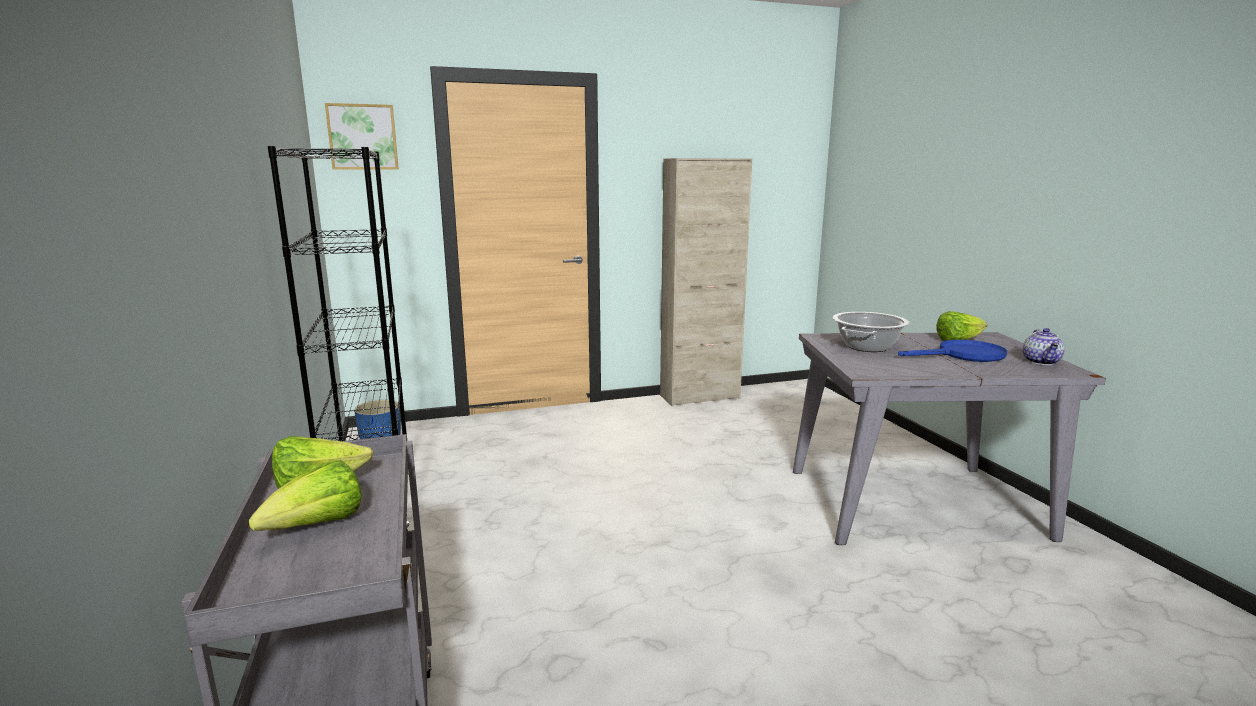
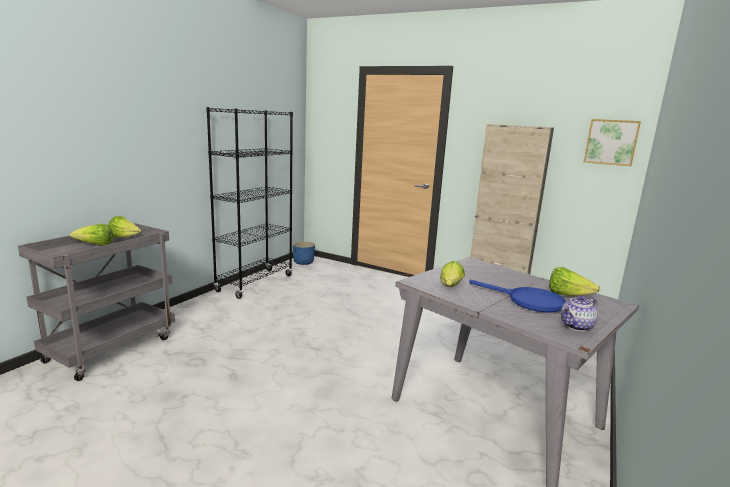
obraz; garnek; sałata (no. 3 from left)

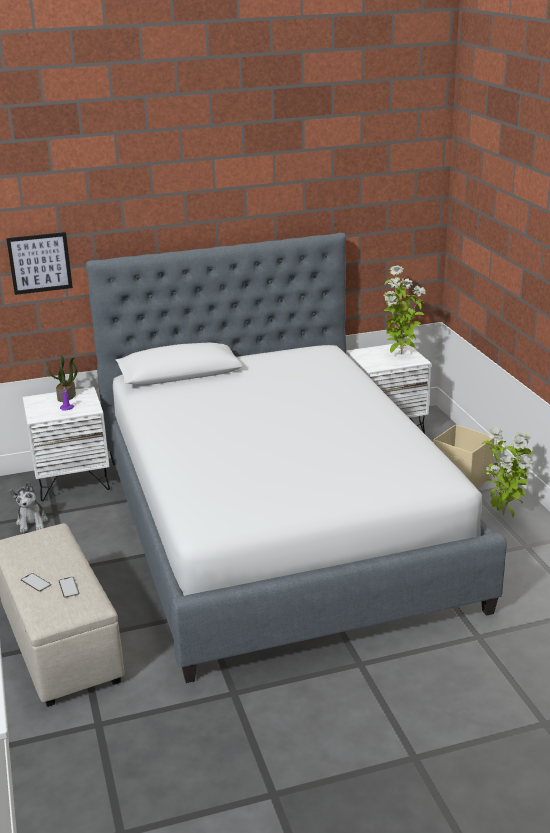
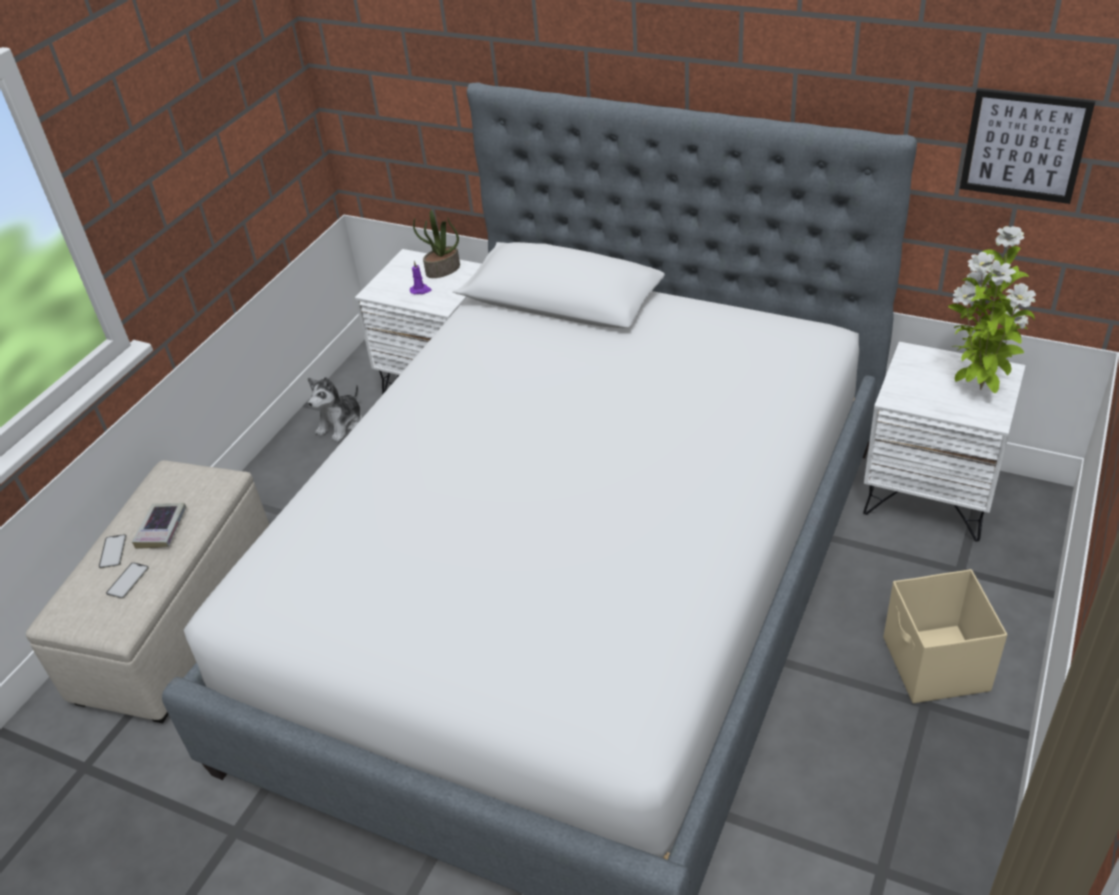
obraz; roślina doniczkowa (no. 3 from left in the first image); książka

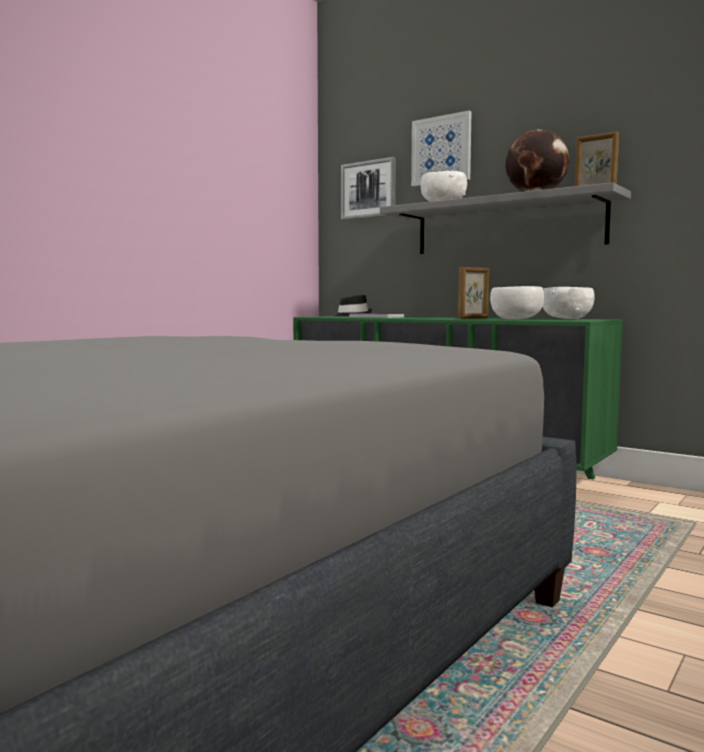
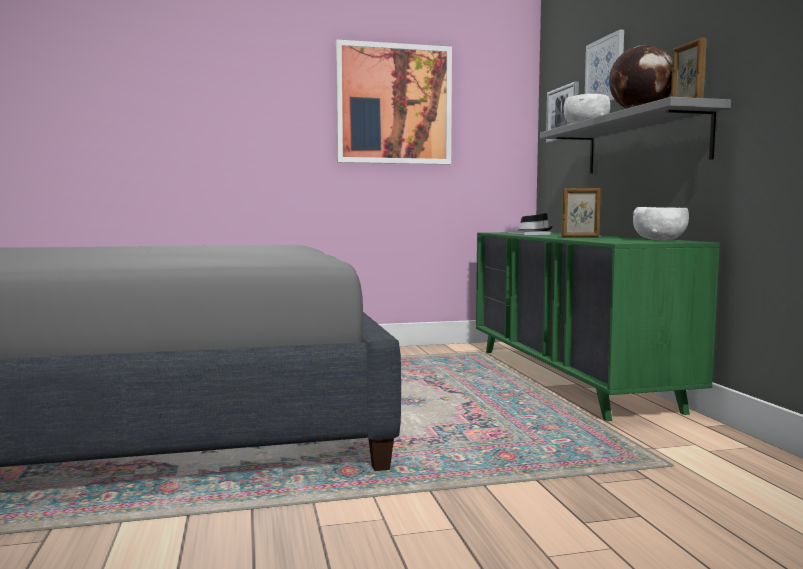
miska [biały] (no. 2 from left in the first image); obraz (no. 1 from left)

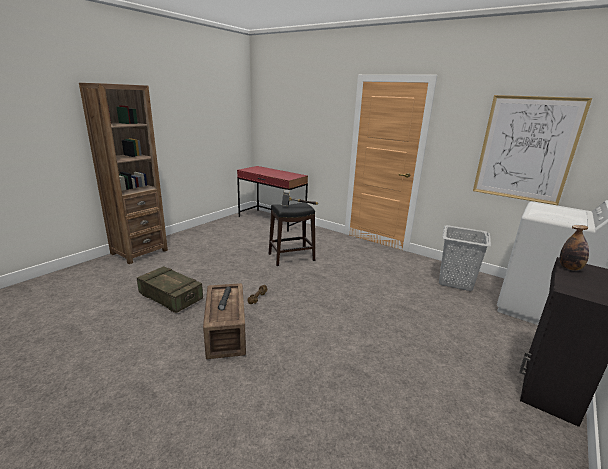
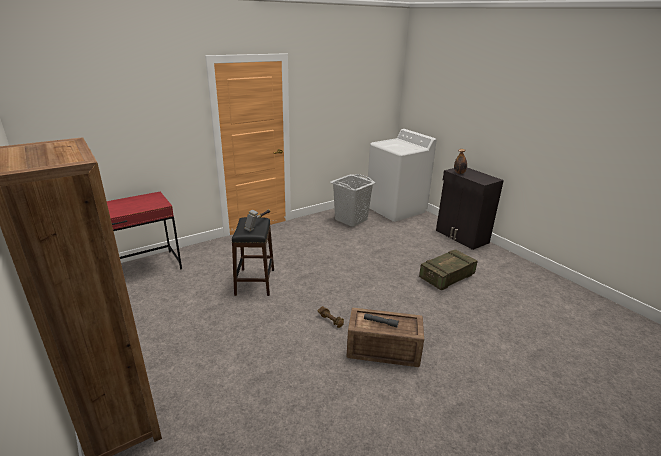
skrzynka (no. 2 from left); obraz

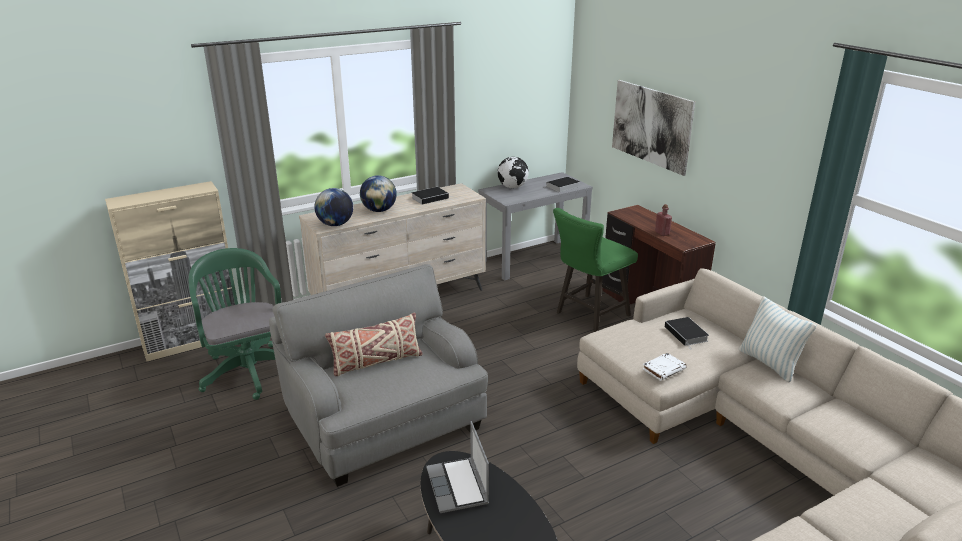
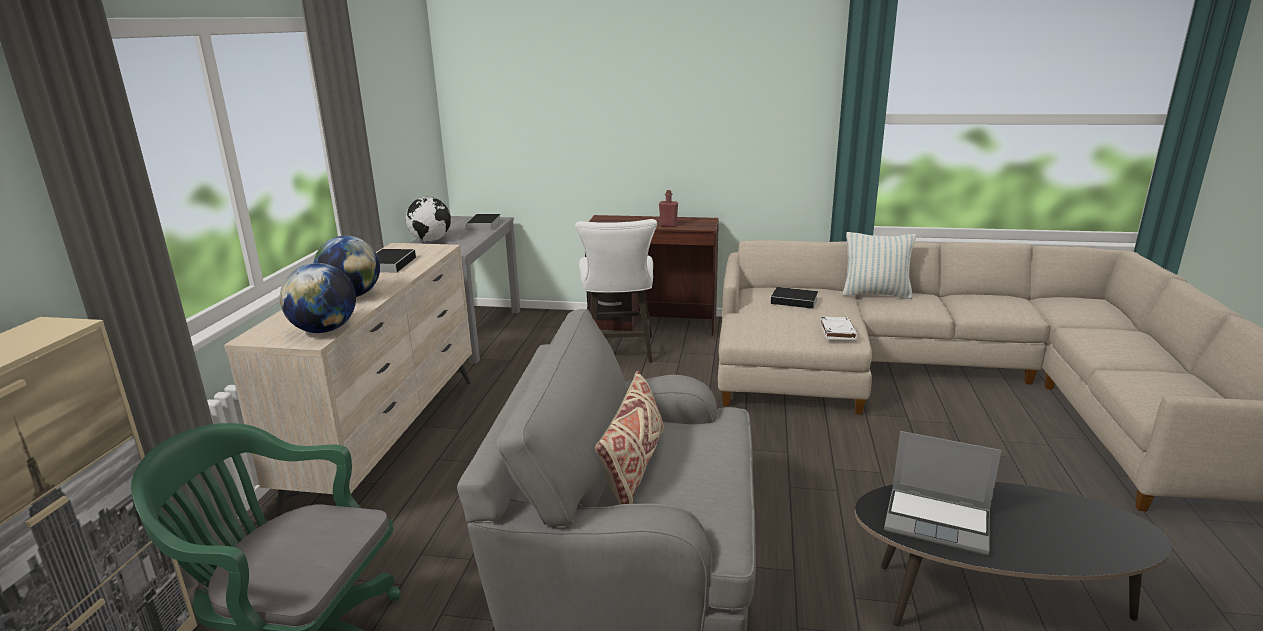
stołek [biały]; obraz

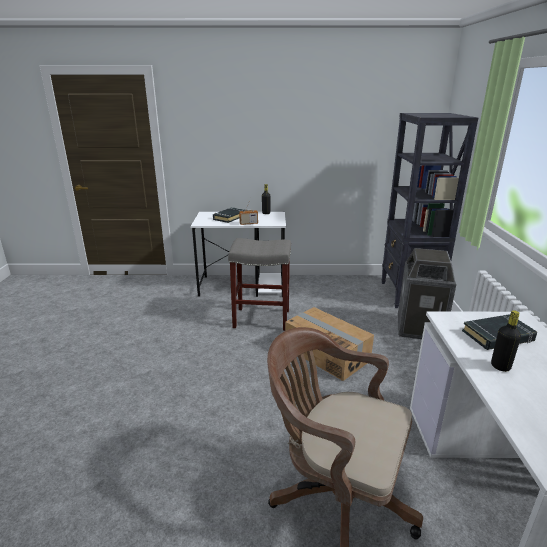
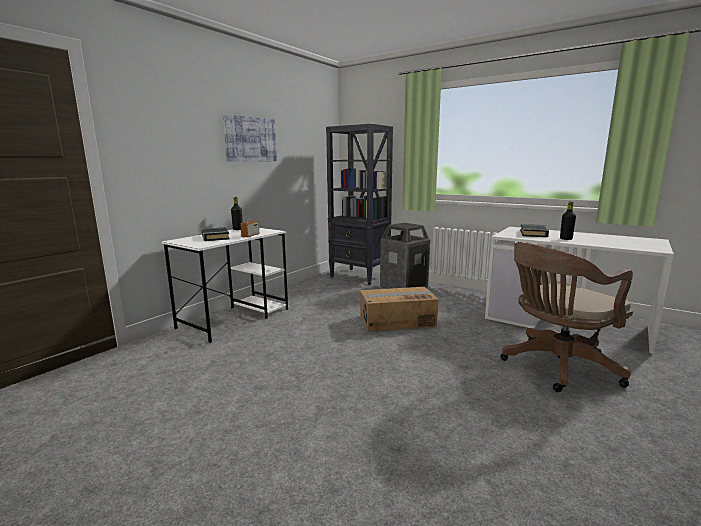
stołek [szary]; obraz

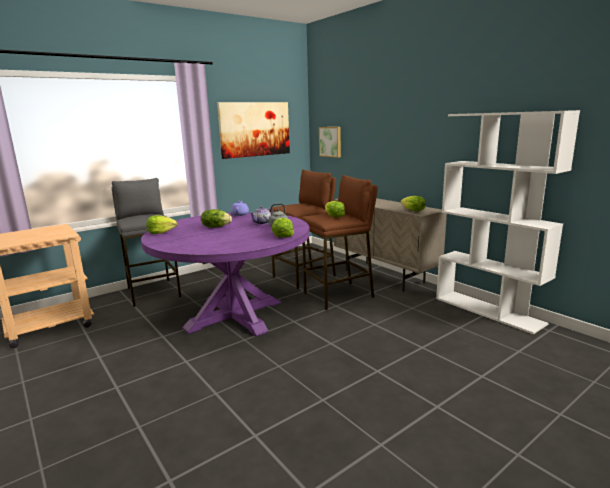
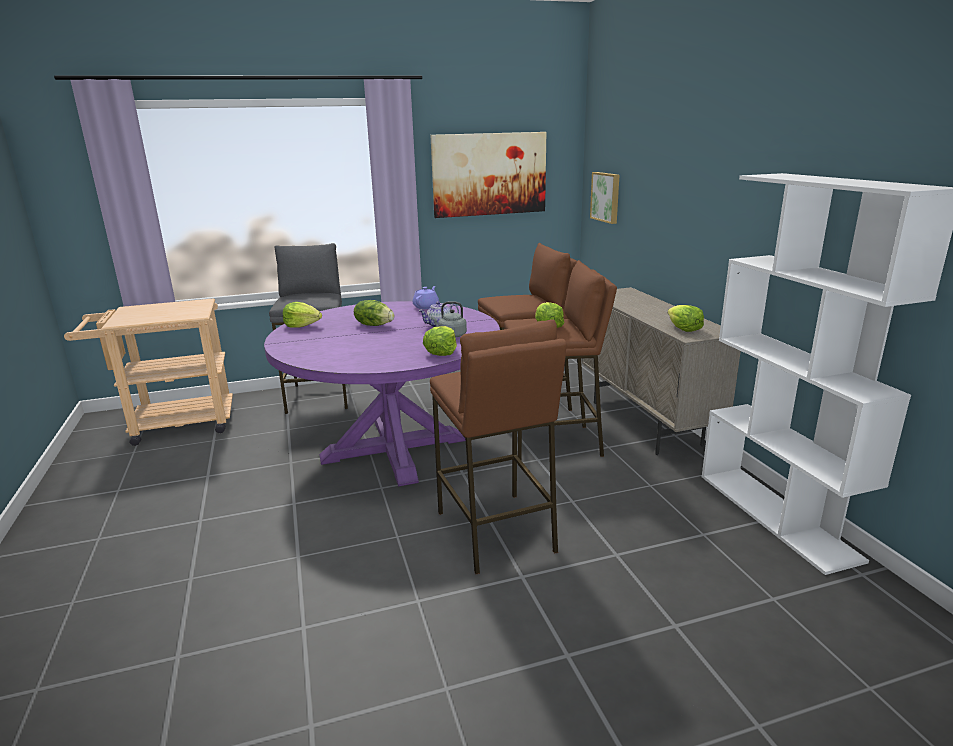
stołek [brązowy] (no. 1 from left)

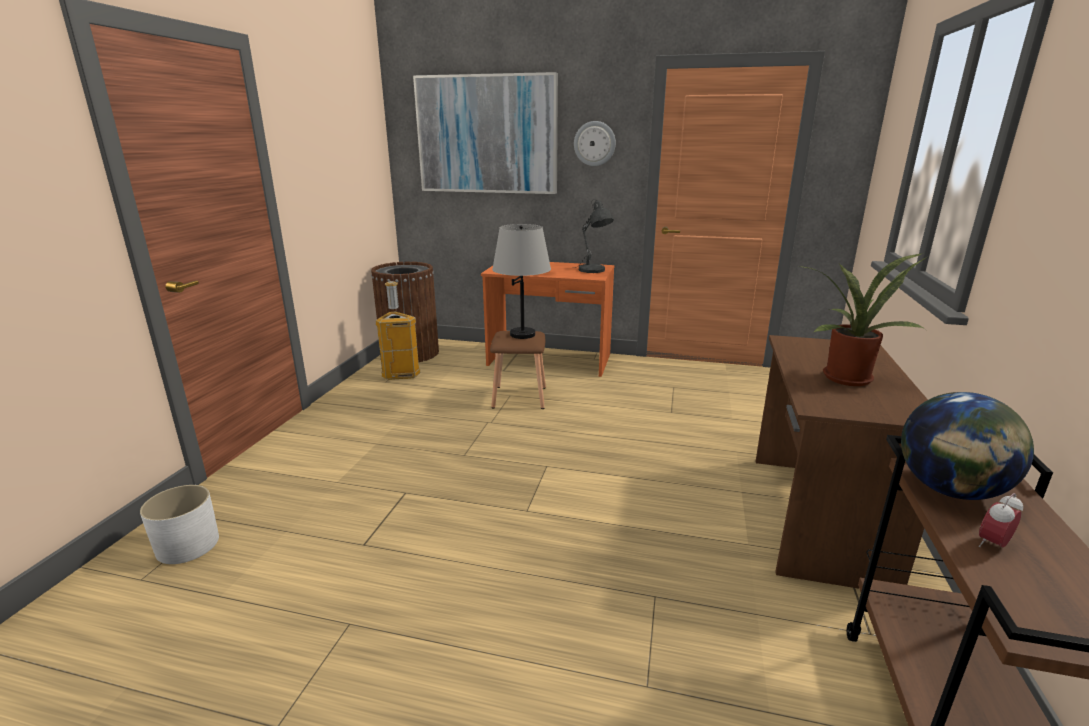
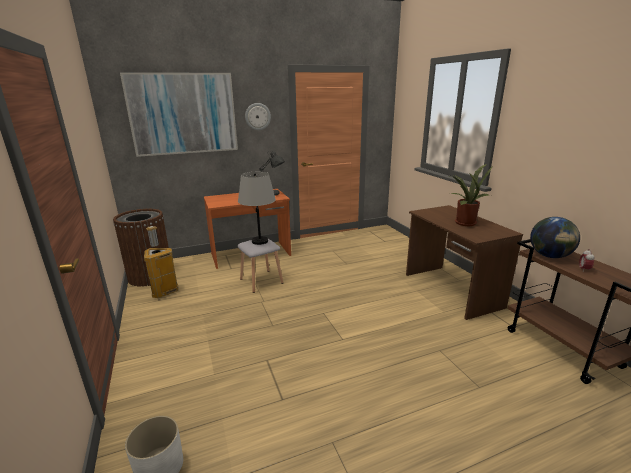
stołek [szary]

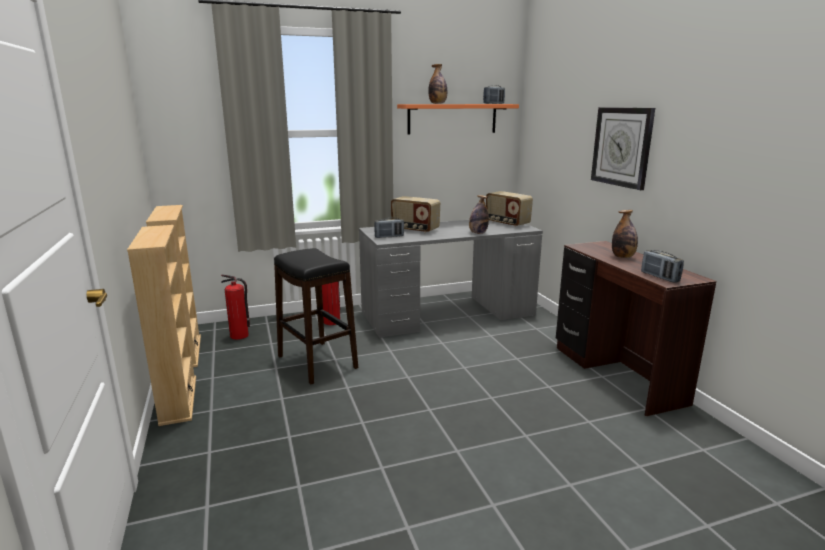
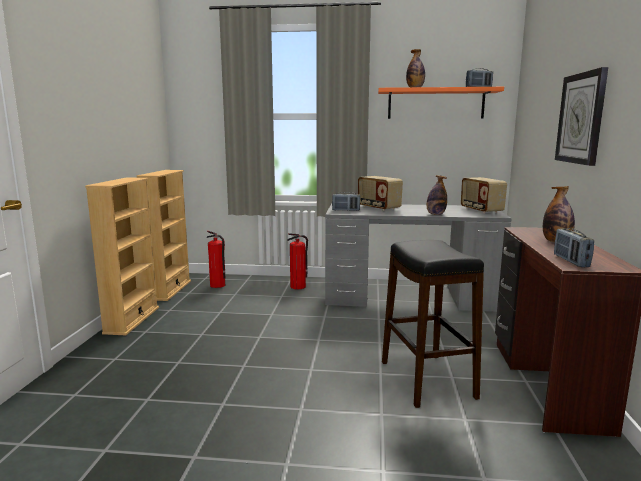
stołek [czarny]

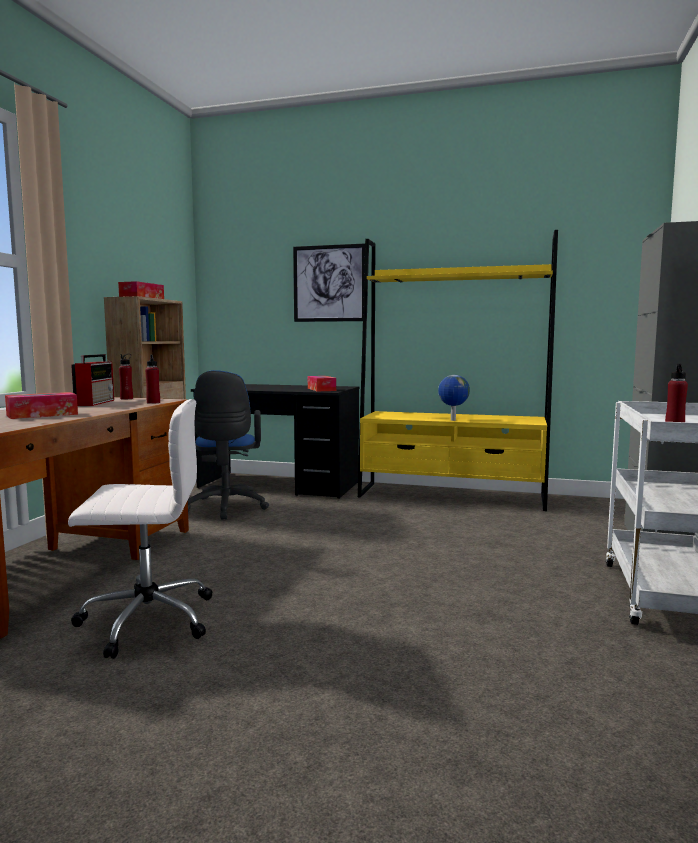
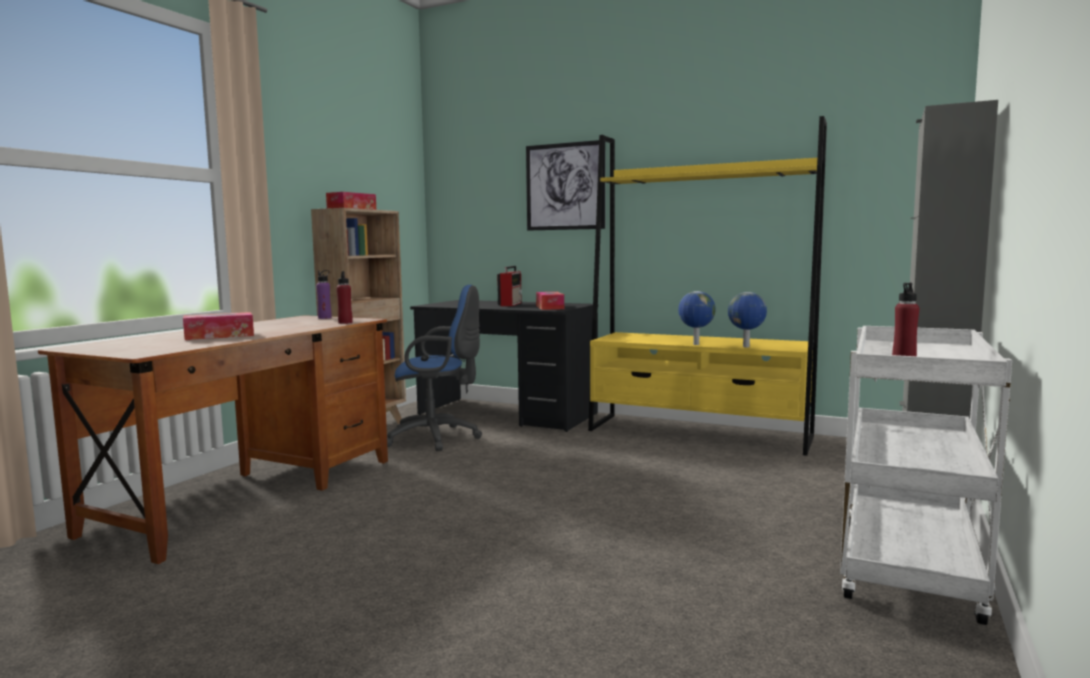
krzesło biurowe [biały]; radio; butelka [fioletowy]; krzesło biurowe [niebieski]; globus (no. 2 from left)

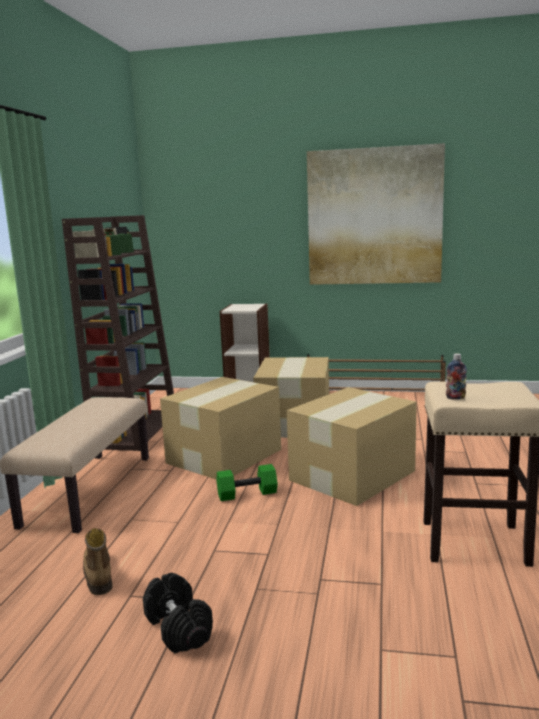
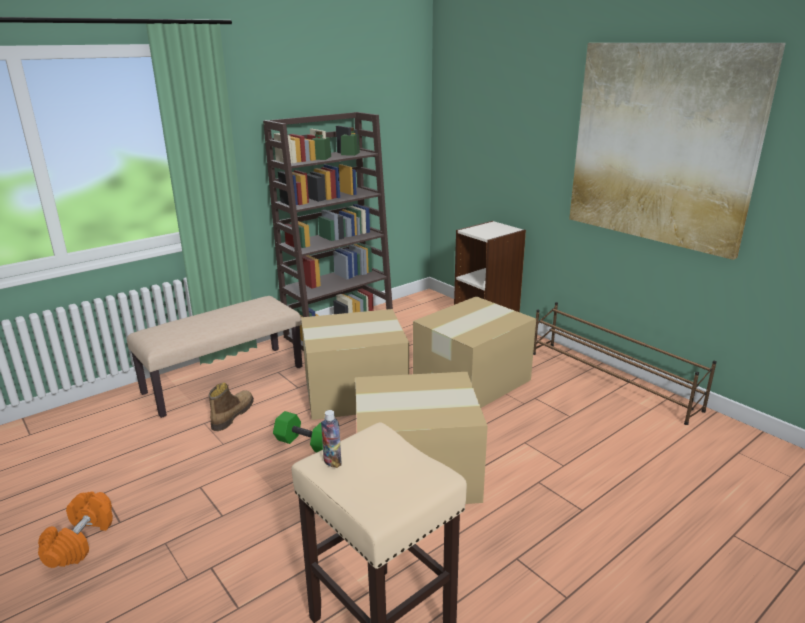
but z cholewką; hantel [pomarańczowy]

